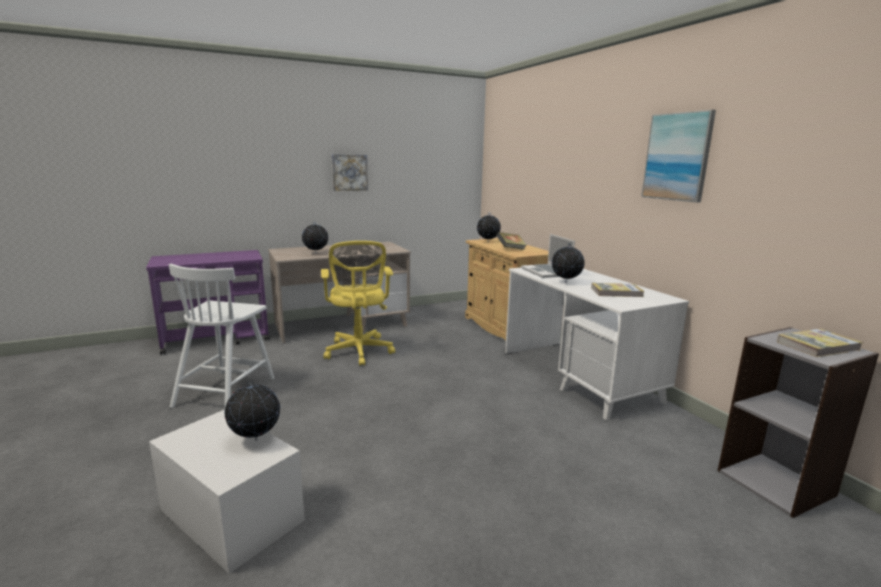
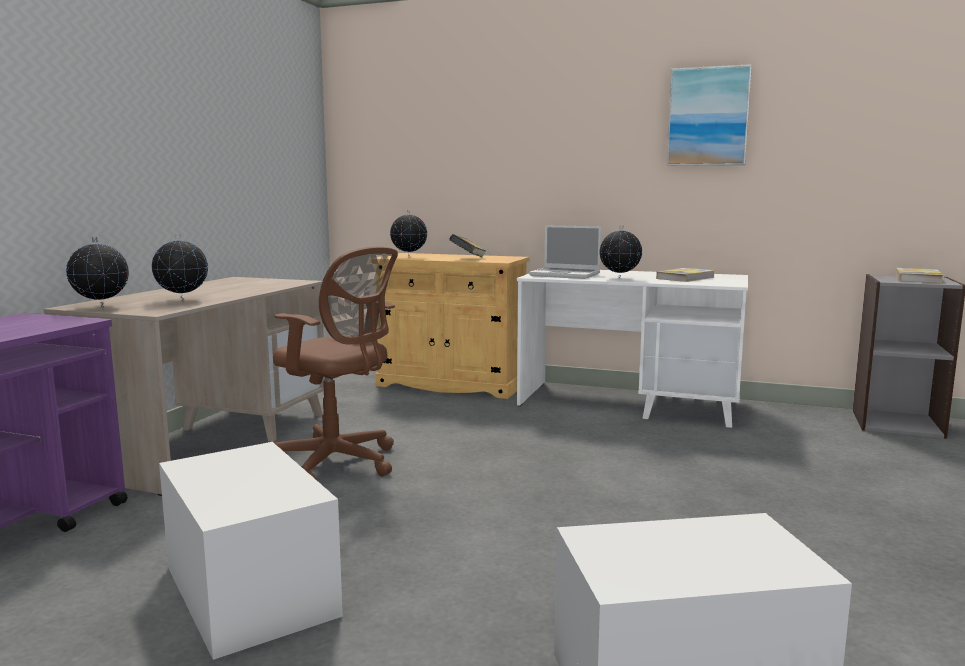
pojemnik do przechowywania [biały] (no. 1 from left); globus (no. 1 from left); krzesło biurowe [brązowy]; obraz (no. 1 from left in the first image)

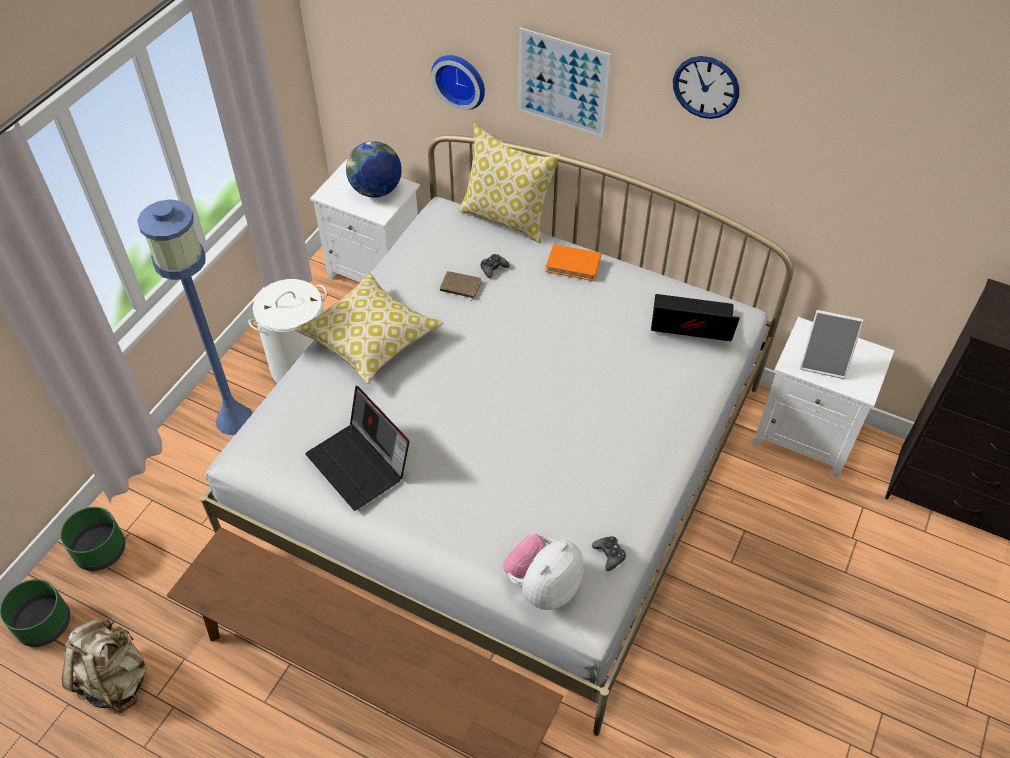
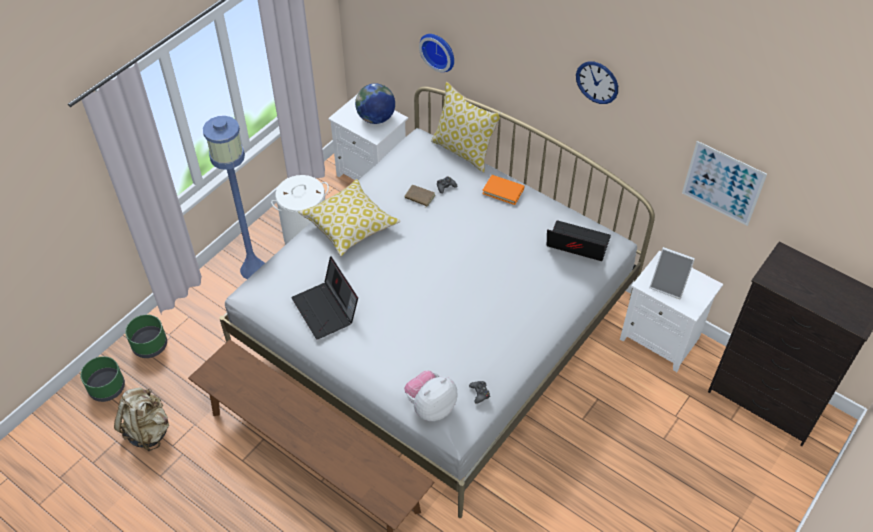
obraz

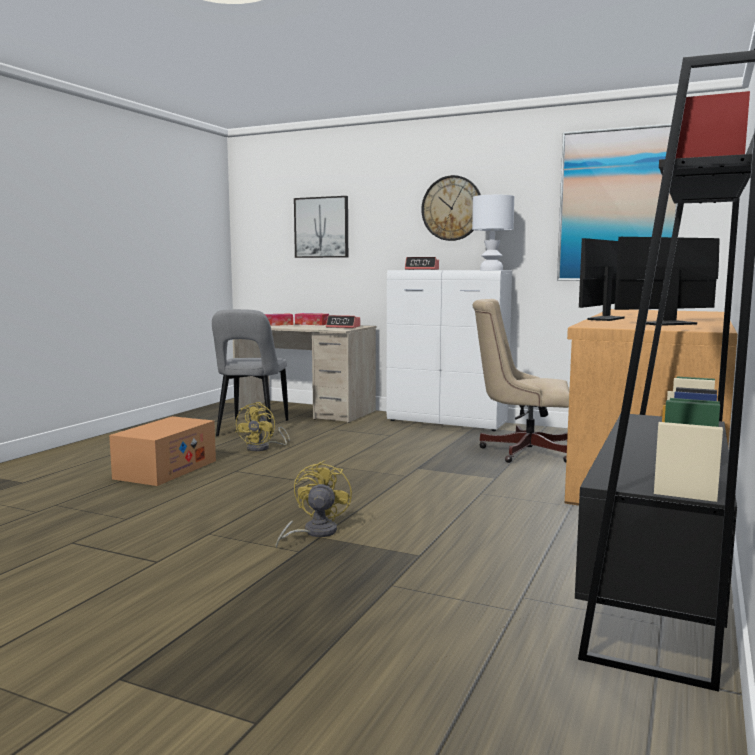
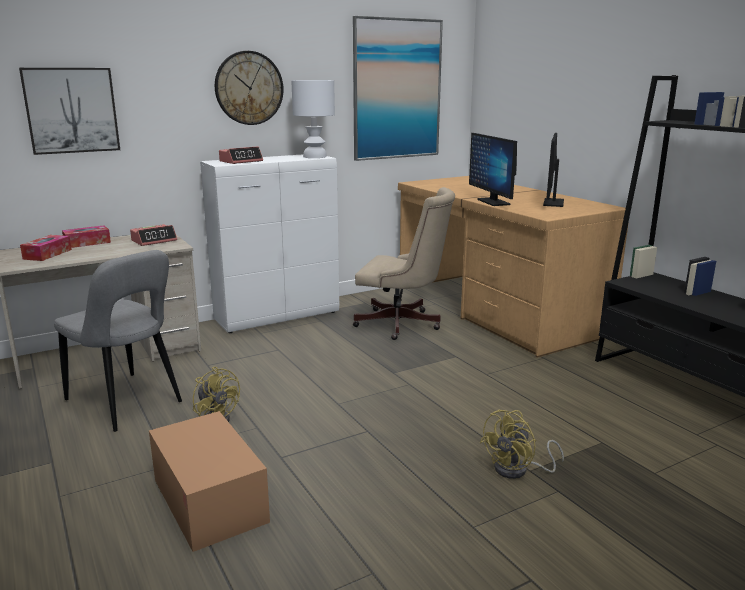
wentylator [żółty] (no. 2 from left); krzesło biurowe [beżowy]

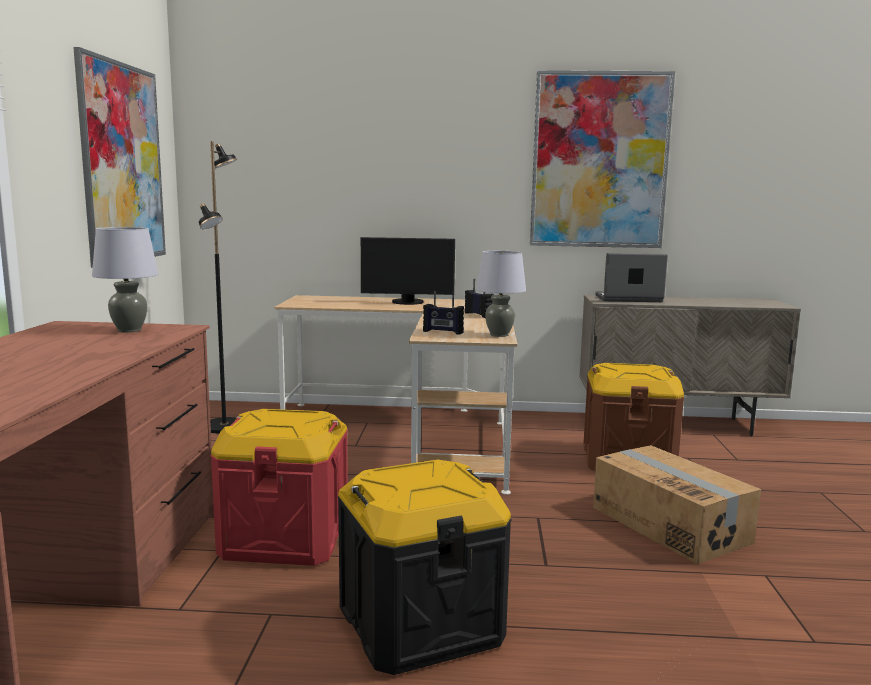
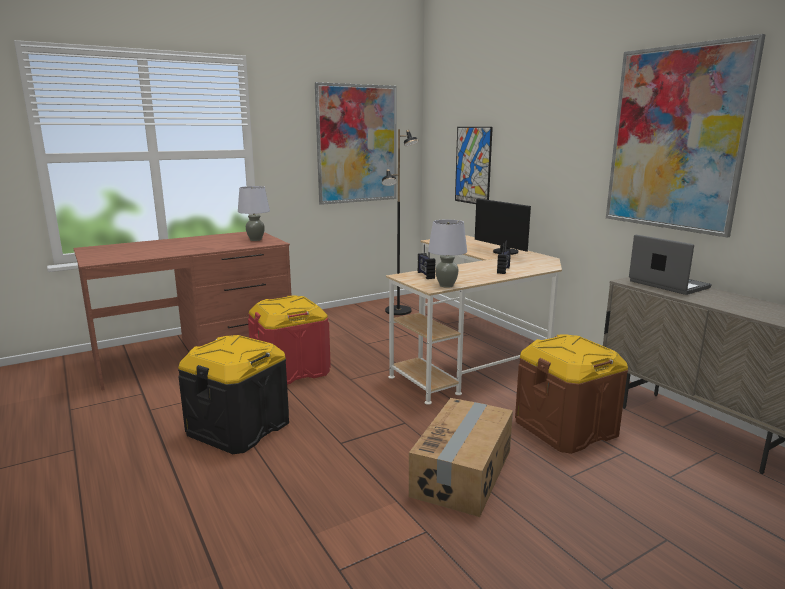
obraz (no. 2 from left)

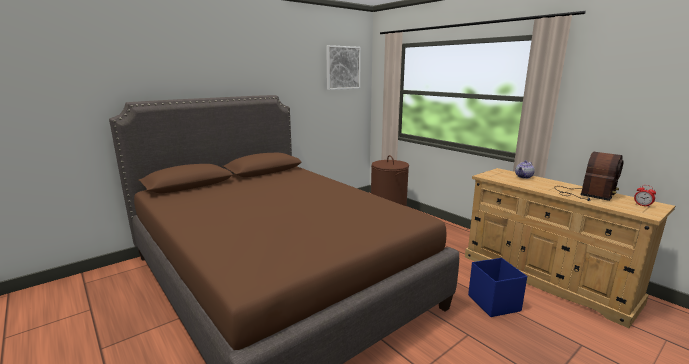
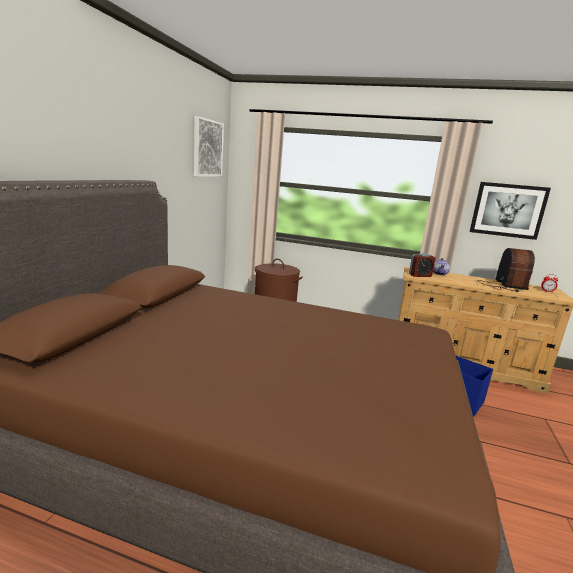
budzik (no. 1 from left); obraz (no. 2 from left)

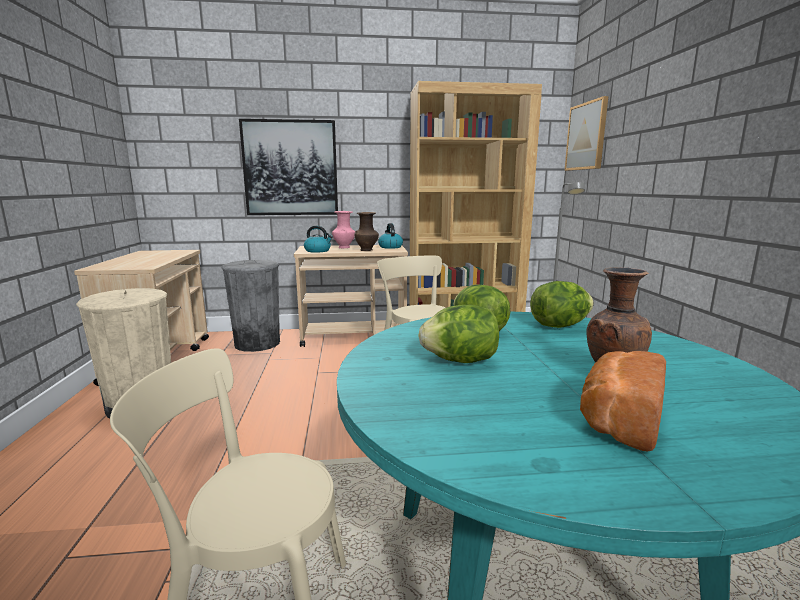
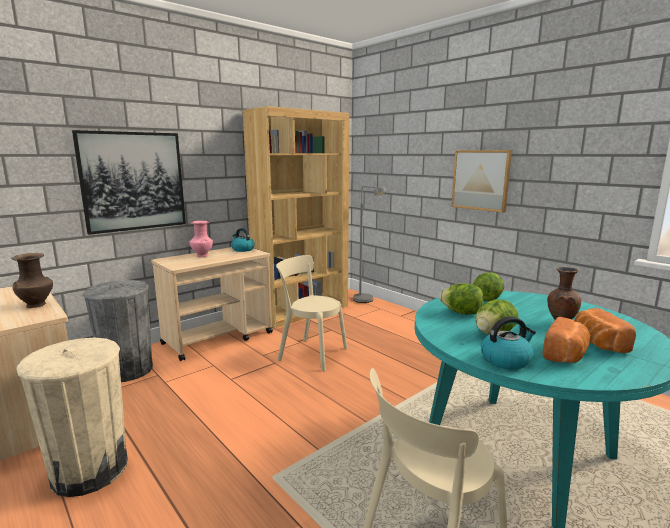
czajnik (no. 2 from left); wazon [brązowy] (no. 1 from left); obraz (no. 2 from left); chleb (no. 1 from left)

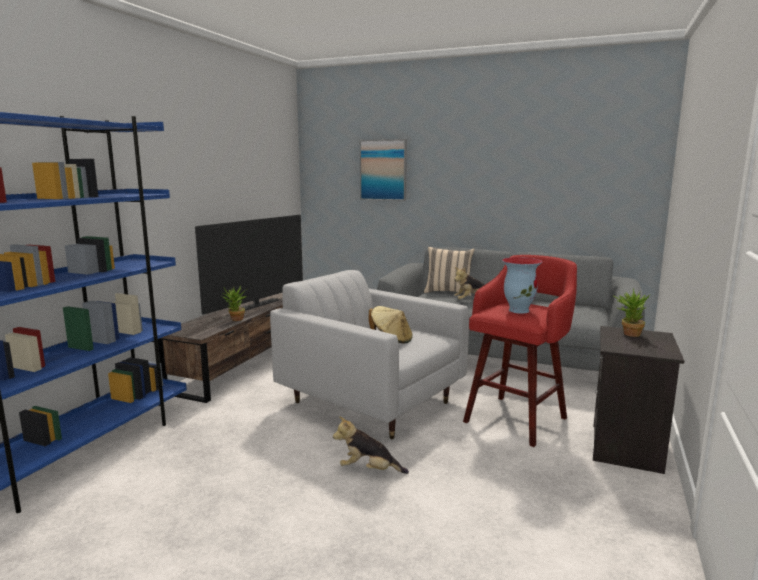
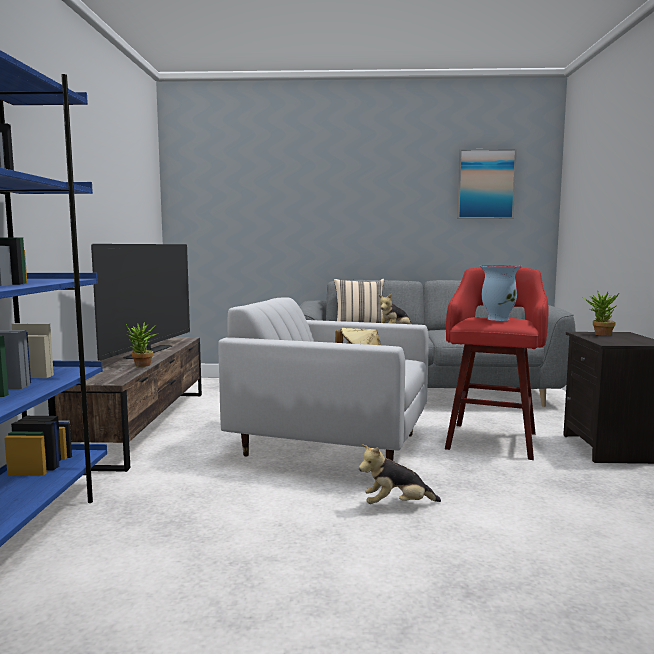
obraz

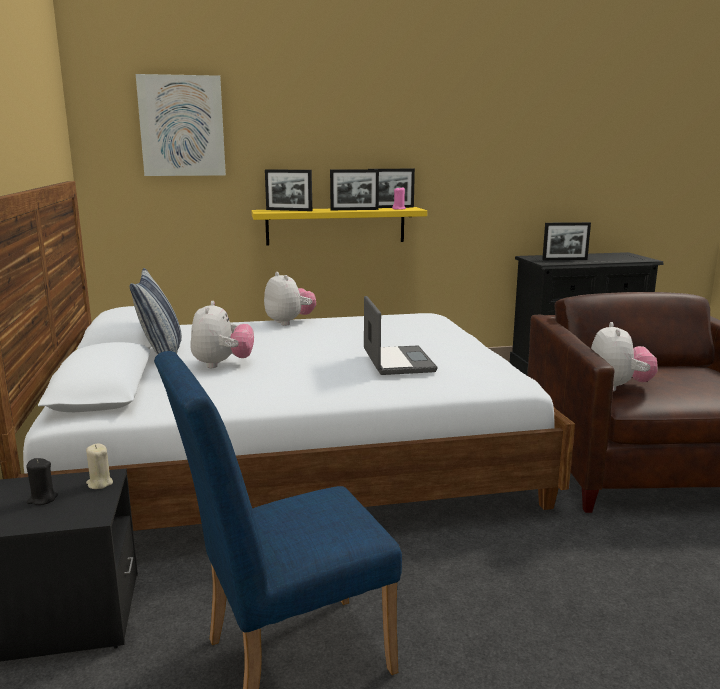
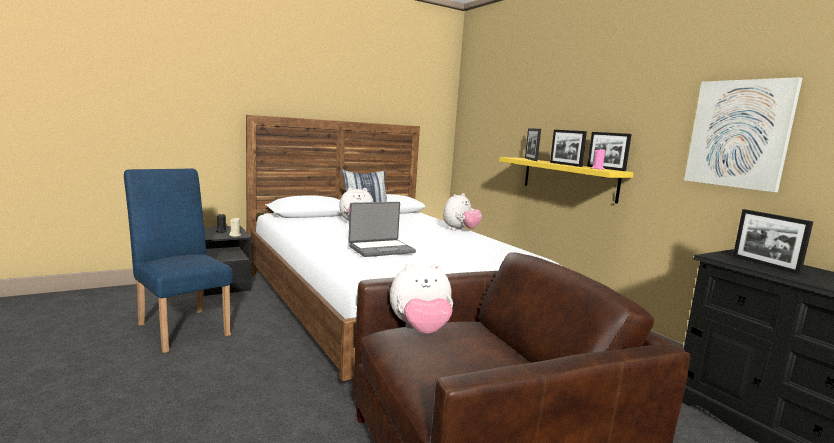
obraz

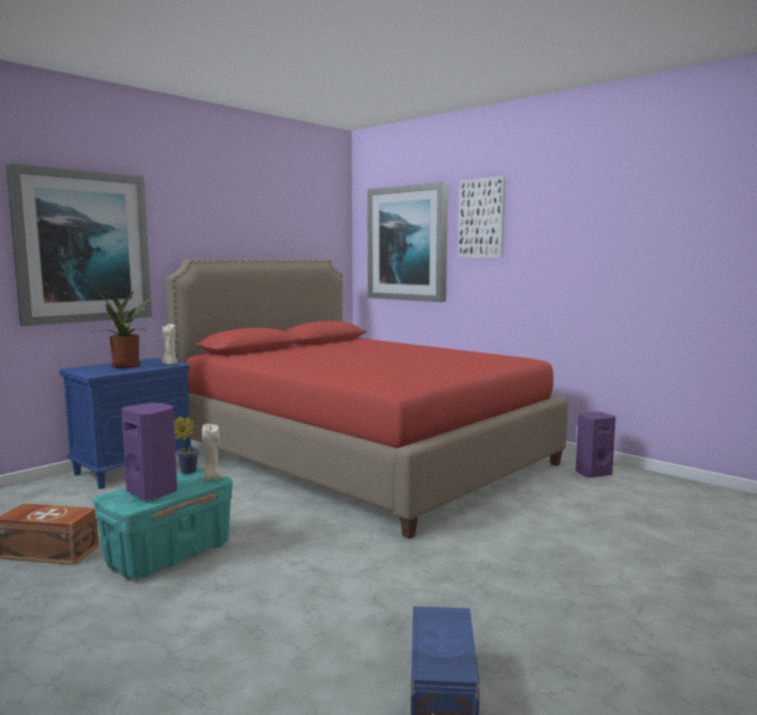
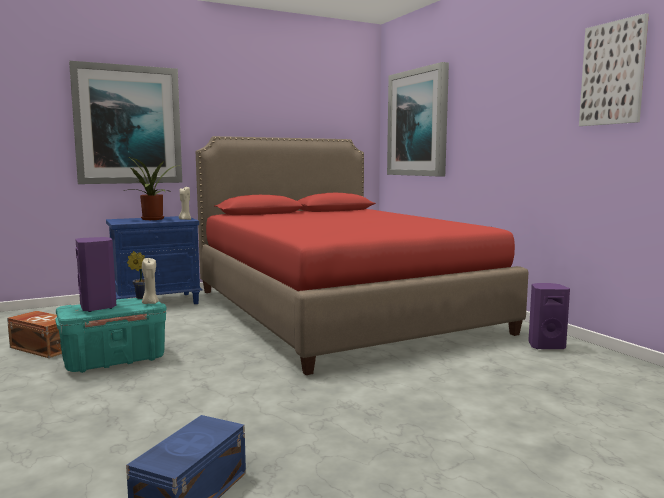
obraz (no. 3 from left)

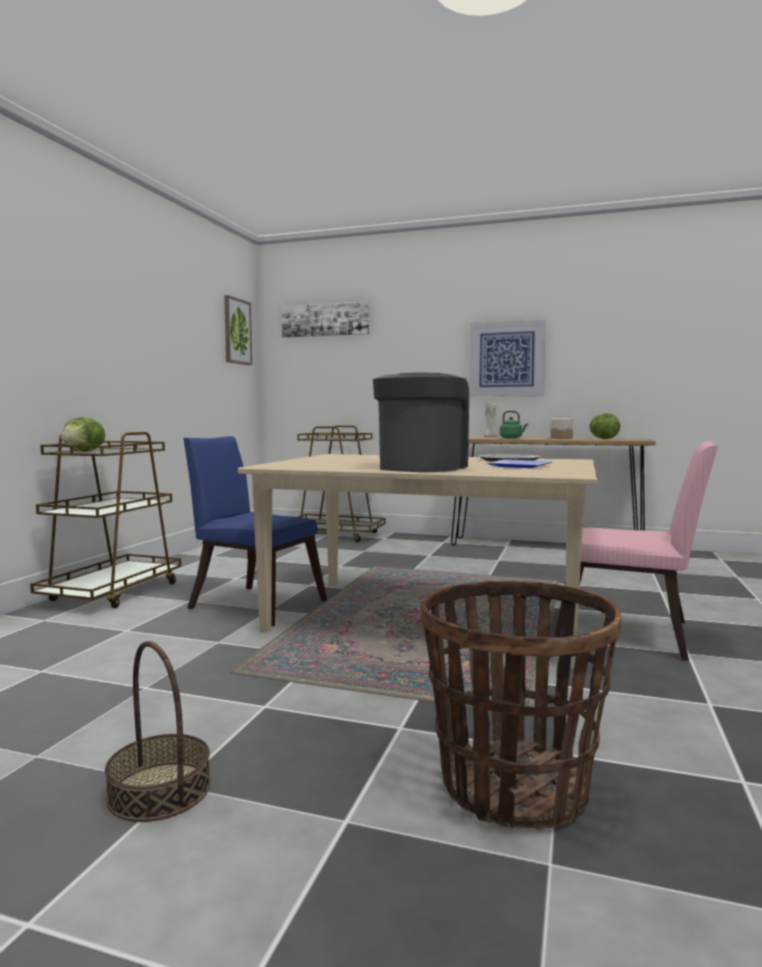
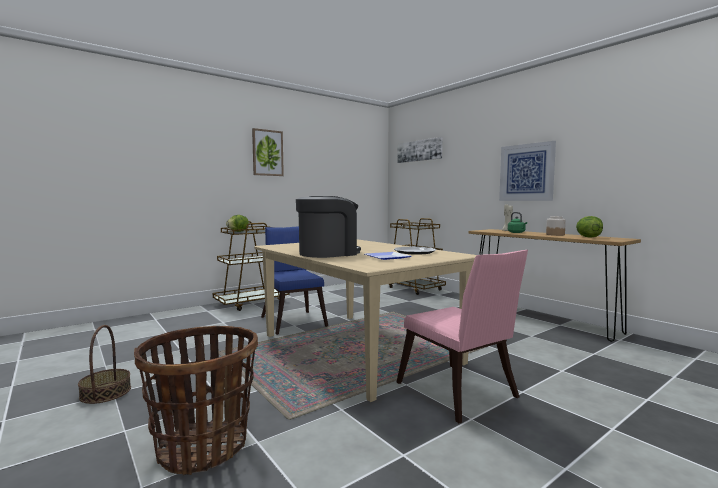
obraz (no. 1 from left)

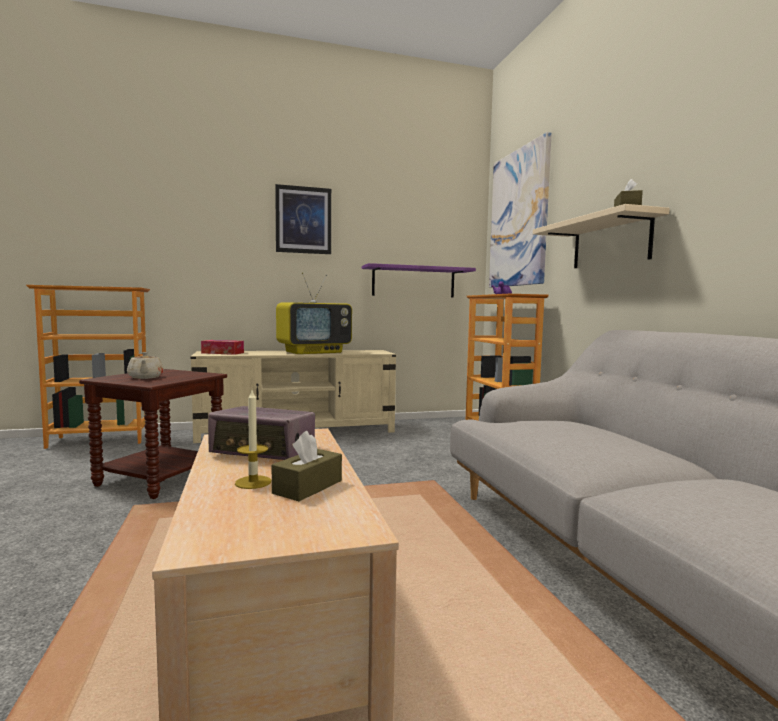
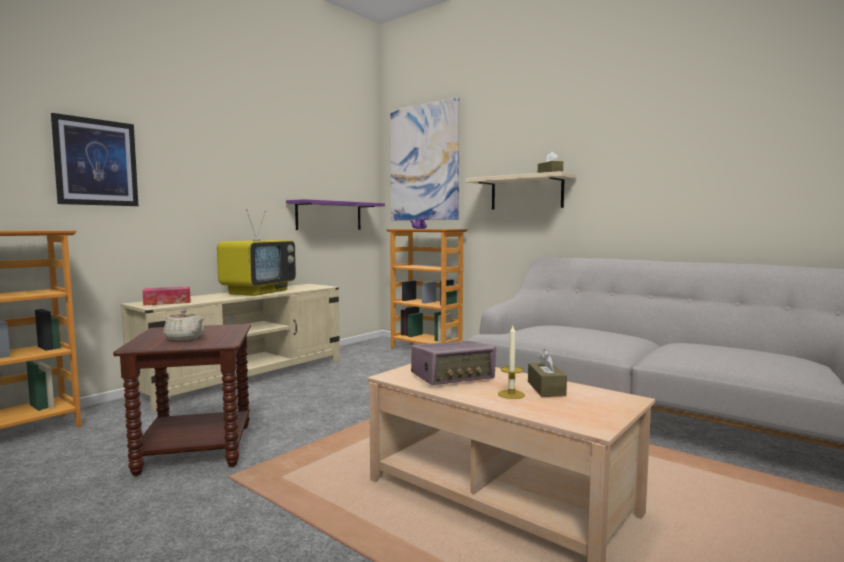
obraz (no. 1 from left)

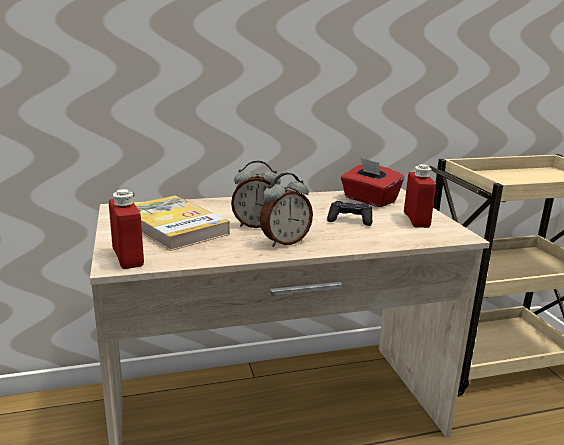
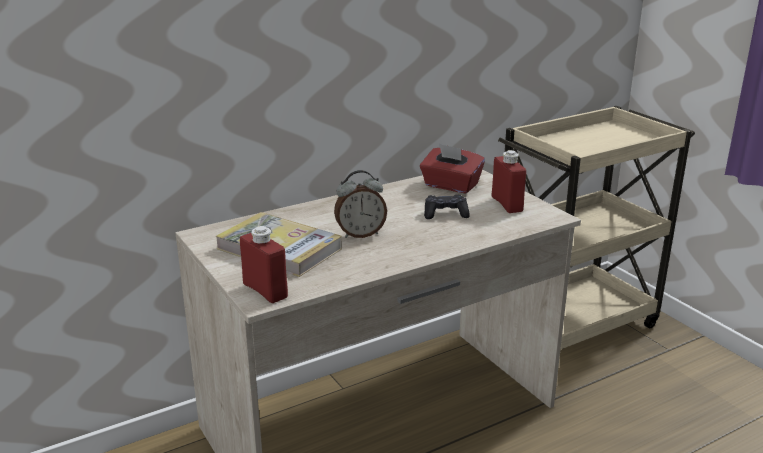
budzik (no. 2 from left in the first image)

